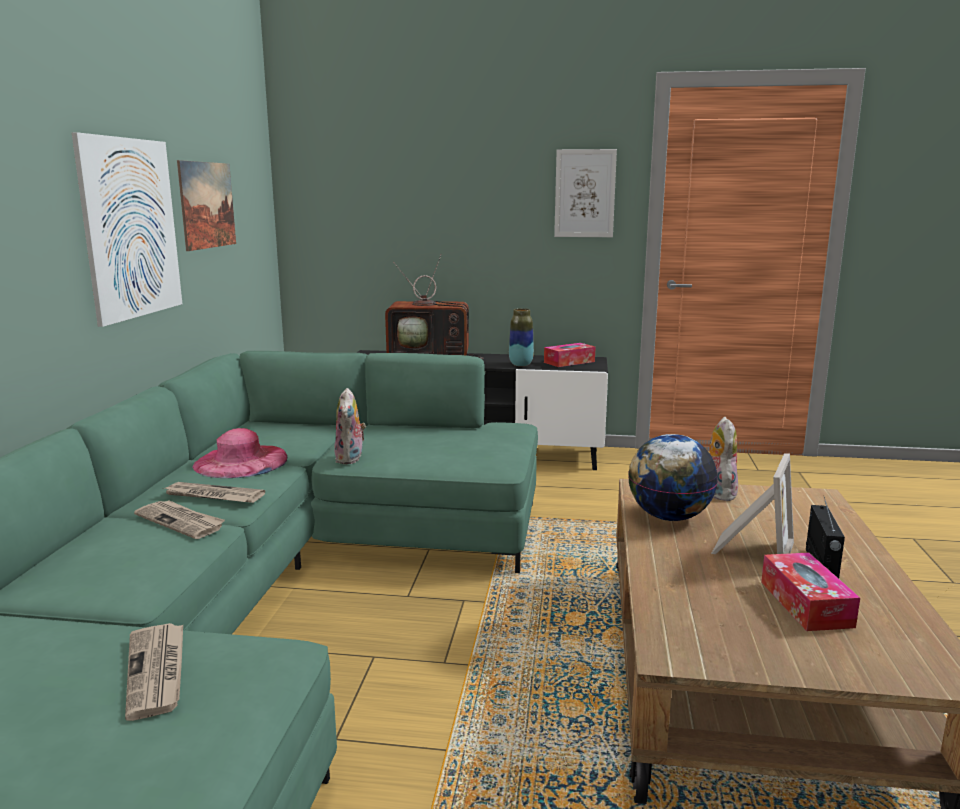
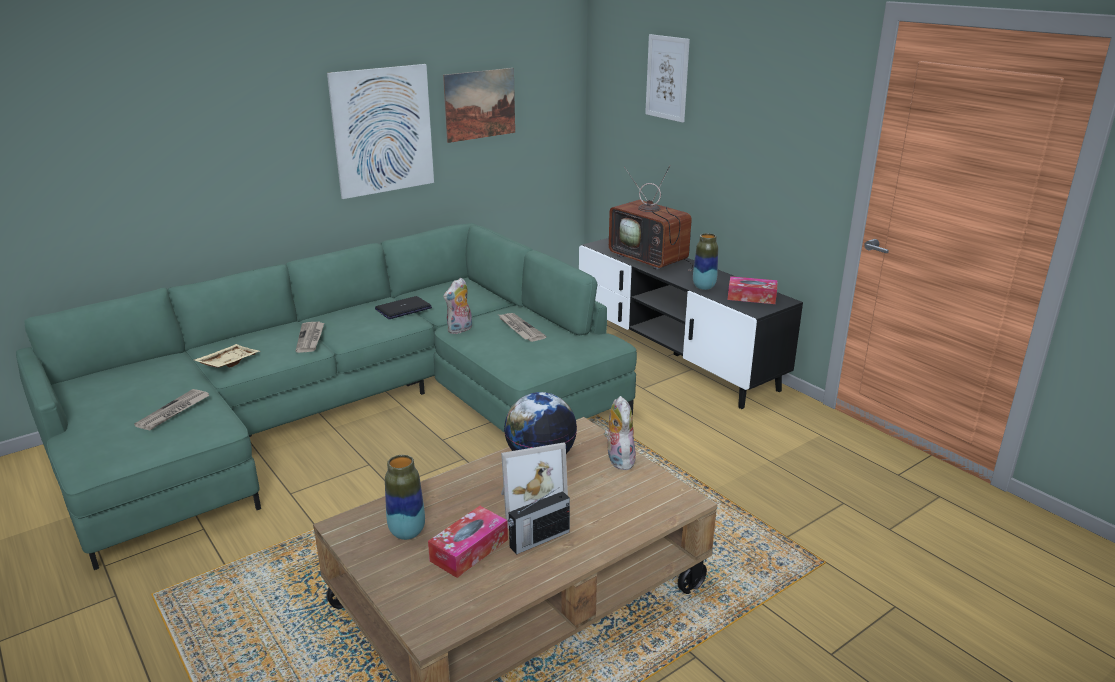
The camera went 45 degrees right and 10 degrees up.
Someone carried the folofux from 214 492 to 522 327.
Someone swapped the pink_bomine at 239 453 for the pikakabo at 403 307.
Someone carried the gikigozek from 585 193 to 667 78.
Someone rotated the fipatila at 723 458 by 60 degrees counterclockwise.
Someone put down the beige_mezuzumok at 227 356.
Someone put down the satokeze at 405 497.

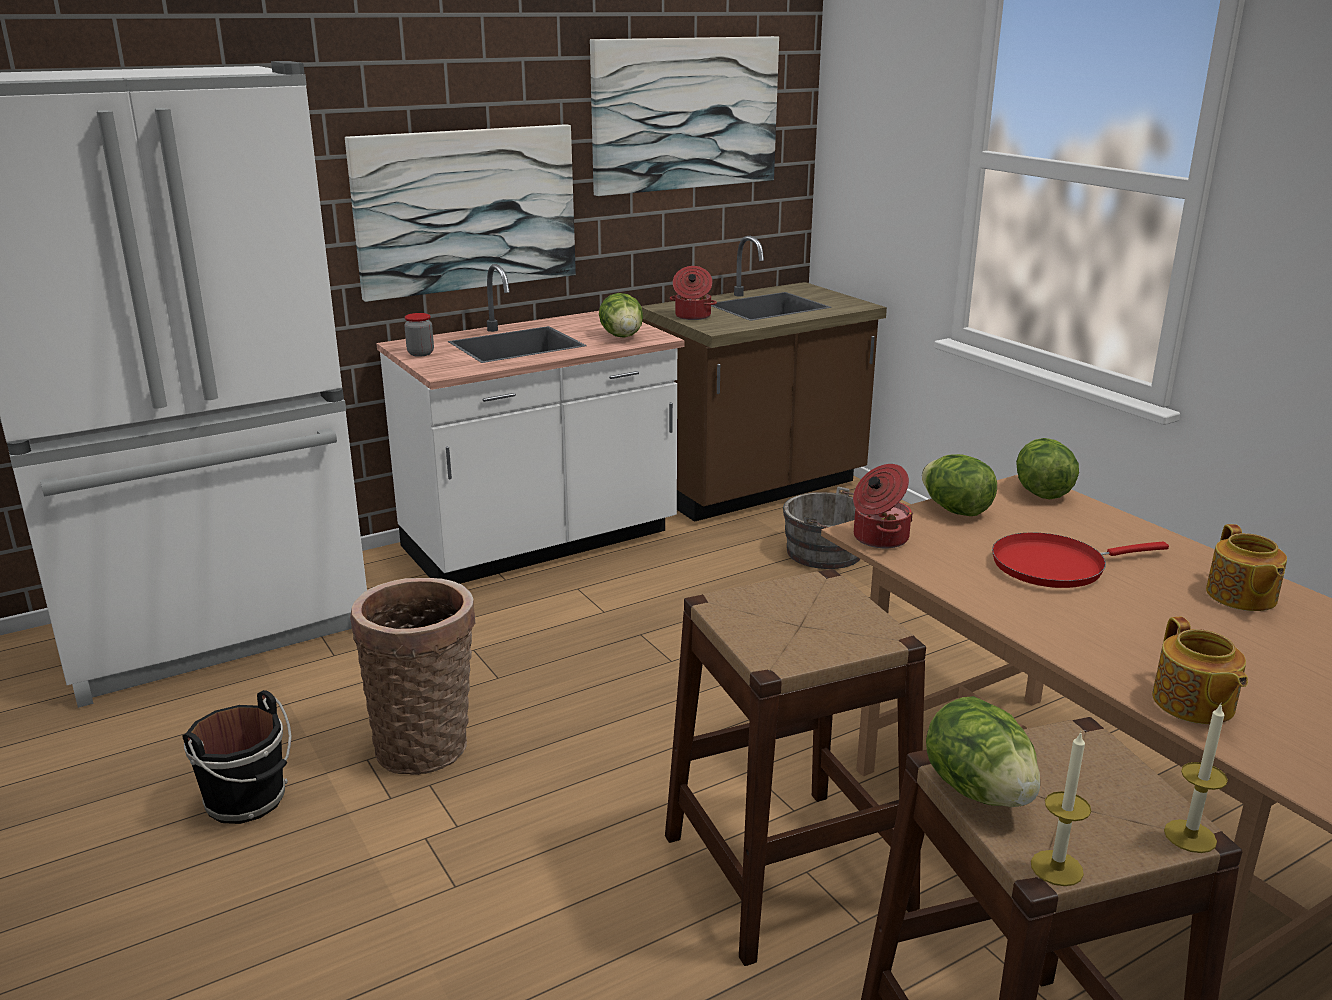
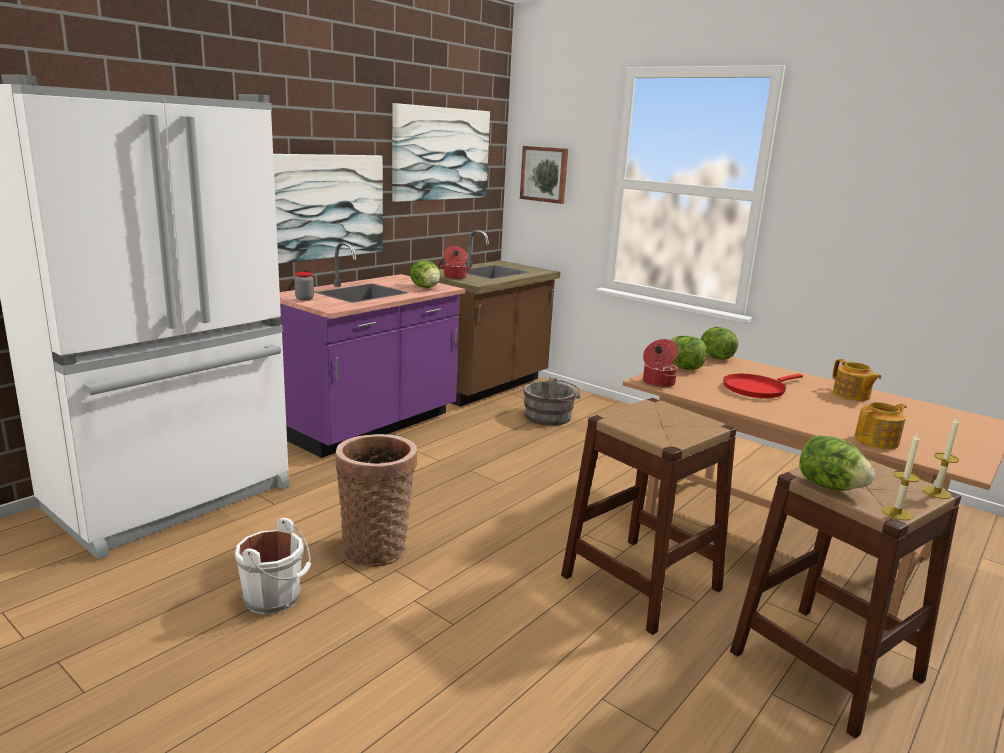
The camera went 20 degrees left and 5 degrees down.
Someone repainted the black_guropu at 237 757, which became the white_guropu at 273 566.
Someone repainted the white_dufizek at 530 424, which became the purple_dufizek at 372 350.
Someone rotated the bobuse at 1200 670 by 90 degrees counterclockwise.
Someone put up the gikigozek at 544 175.

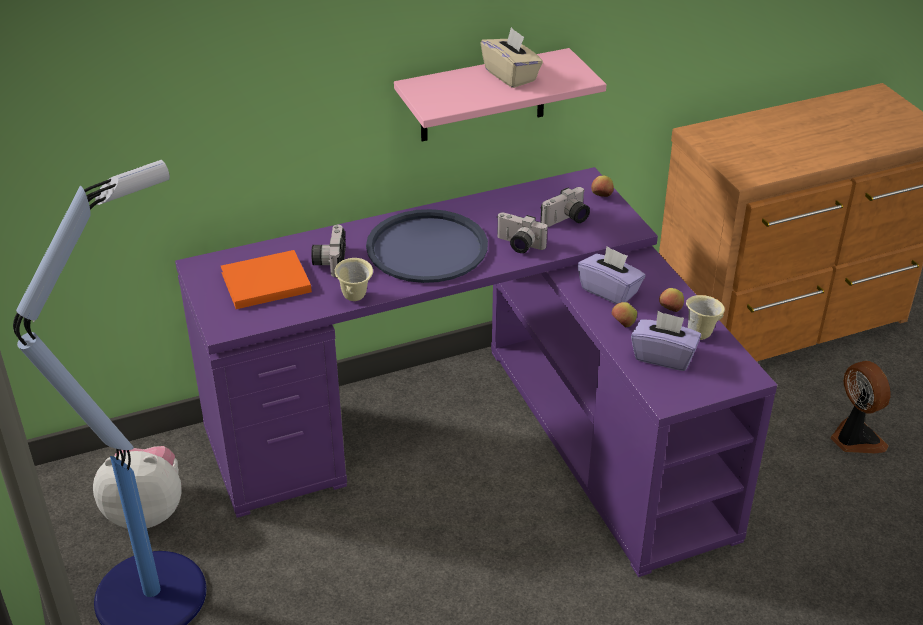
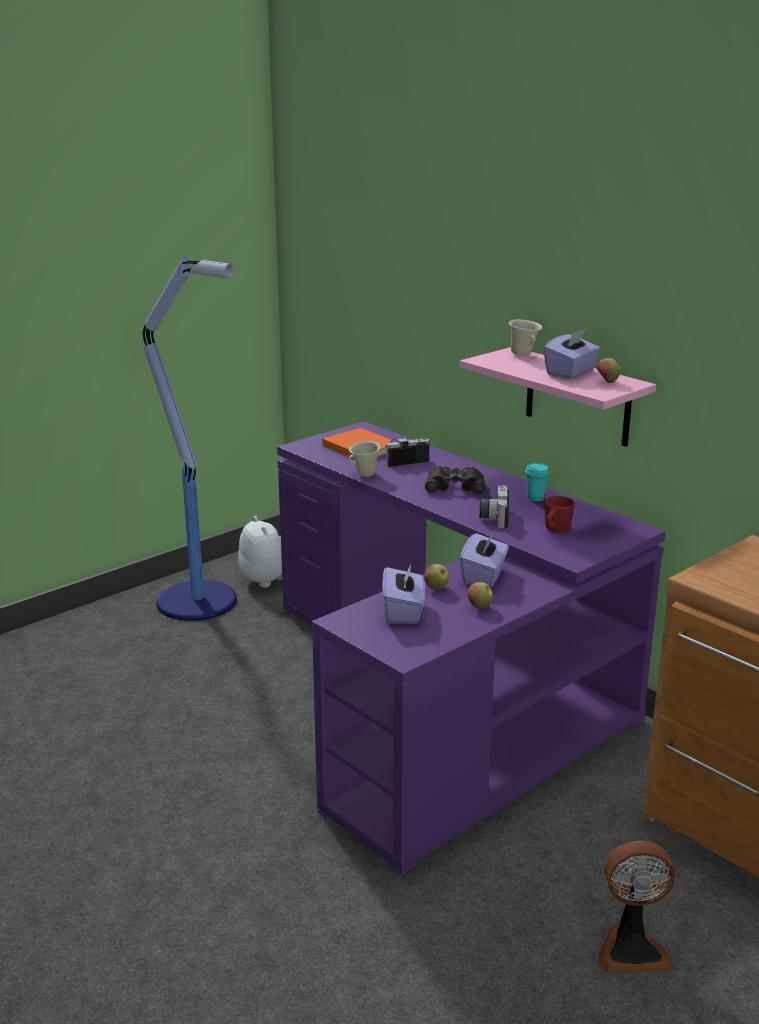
The camera went 70 degrees right and 15 degrees down.
Someone swapped the blue_mezuzumok at 427 246 for the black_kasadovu at 455 480.
Someone repainted the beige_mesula at 511 57, which became the purple_mesula at 572 353.
Someone swapped the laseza at 565 207 for the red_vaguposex at 559 514.
Someone carried the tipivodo from 602 186 to 608 370.
Someone carried the beige_vaguposex from 705 317 to 525 338.
Someone rotated the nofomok at 861 407 by 45 degrees clockwise.
Someone put down the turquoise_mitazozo at 537 482.

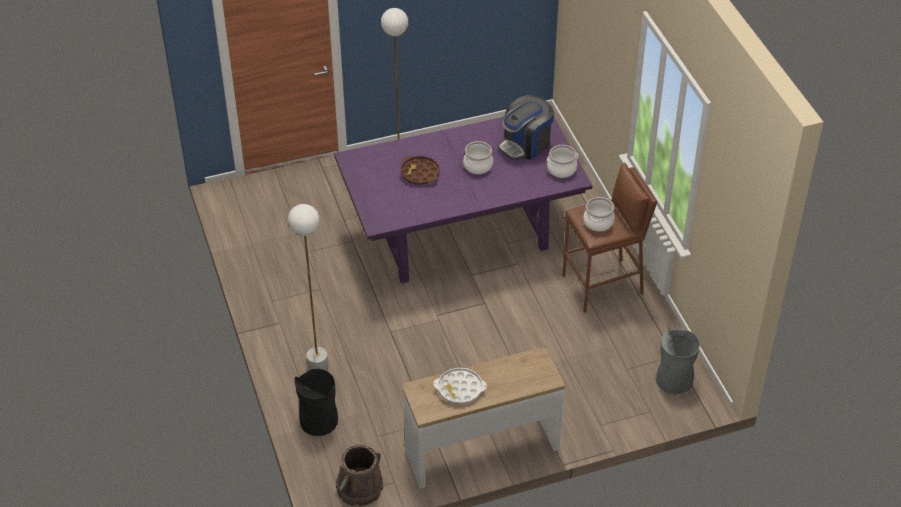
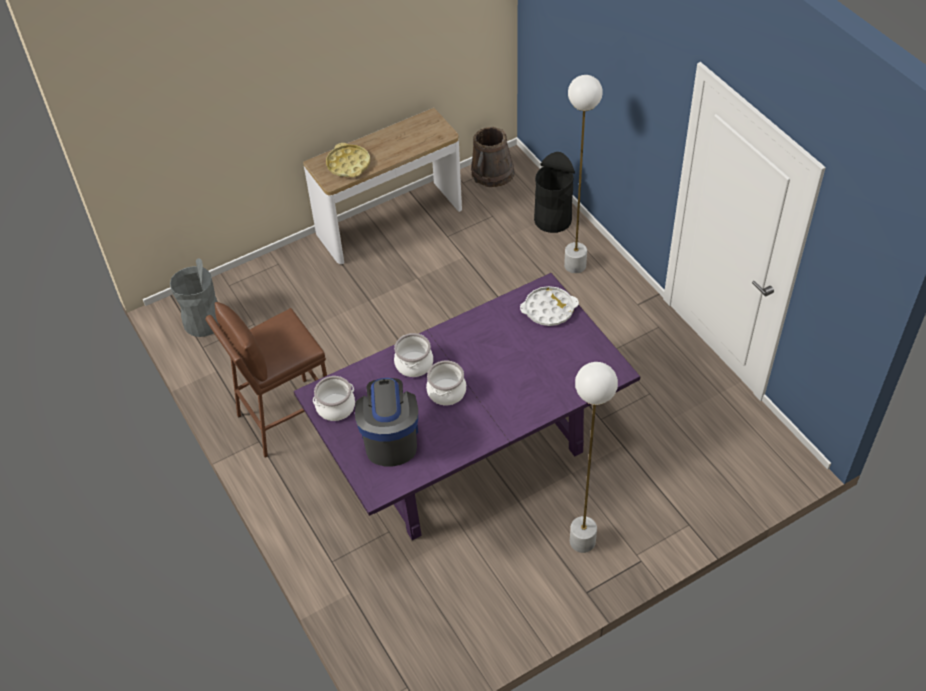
The camera went 170 degrees right and 5 degrees up.
Someone took away the brown_mezuzumok at 420 170.
Someone carried the white_mezuzumok from 460 386 to 549 306.
Someone rotated the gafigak at 526 127 by 45 degrees counterclockwise.
Someone carried the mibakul from 599 214 to 413 355.
Someone put down the yellow_mezuzumok at 348 160.

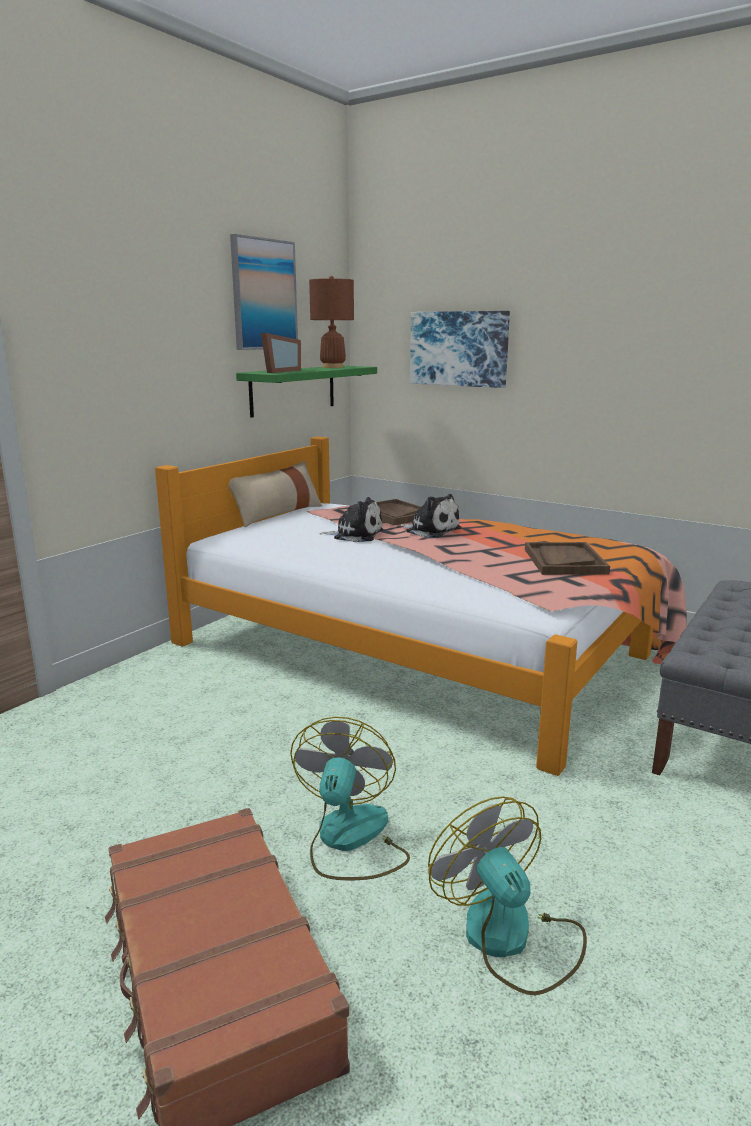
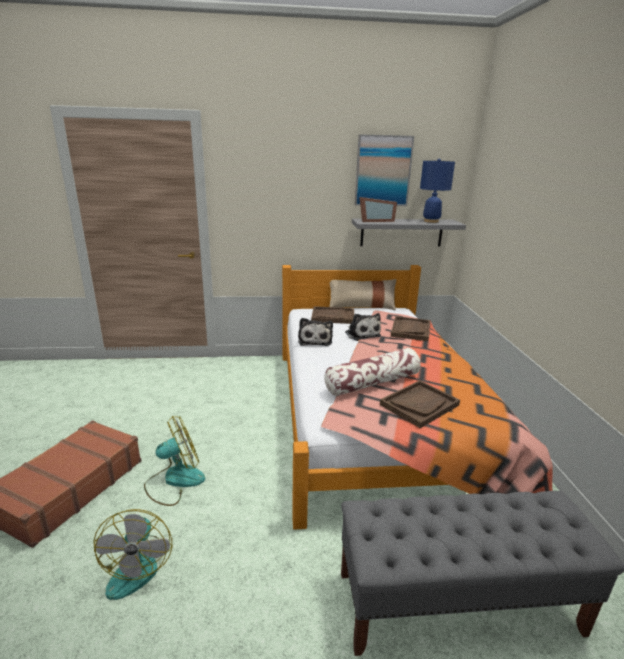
The camera went 50 degrees right and 5 degrees up.
Someone repainted the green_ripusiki at 306 391, which became the grey_ripusiki at 409 233.
Someone repainted the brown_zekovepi at 331 322, which became the blue_zekovepi at 437 191.
Someone carried the fipatila from 429 516 to 315 332.
Someone took away the gikigozek at 460 349.
Someone rotated the nofomok at 507 895 by 150 degrees clockwise.
Someone put down the brown_mezuzumok at 332 315.
Someone put down the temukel at 372 372.

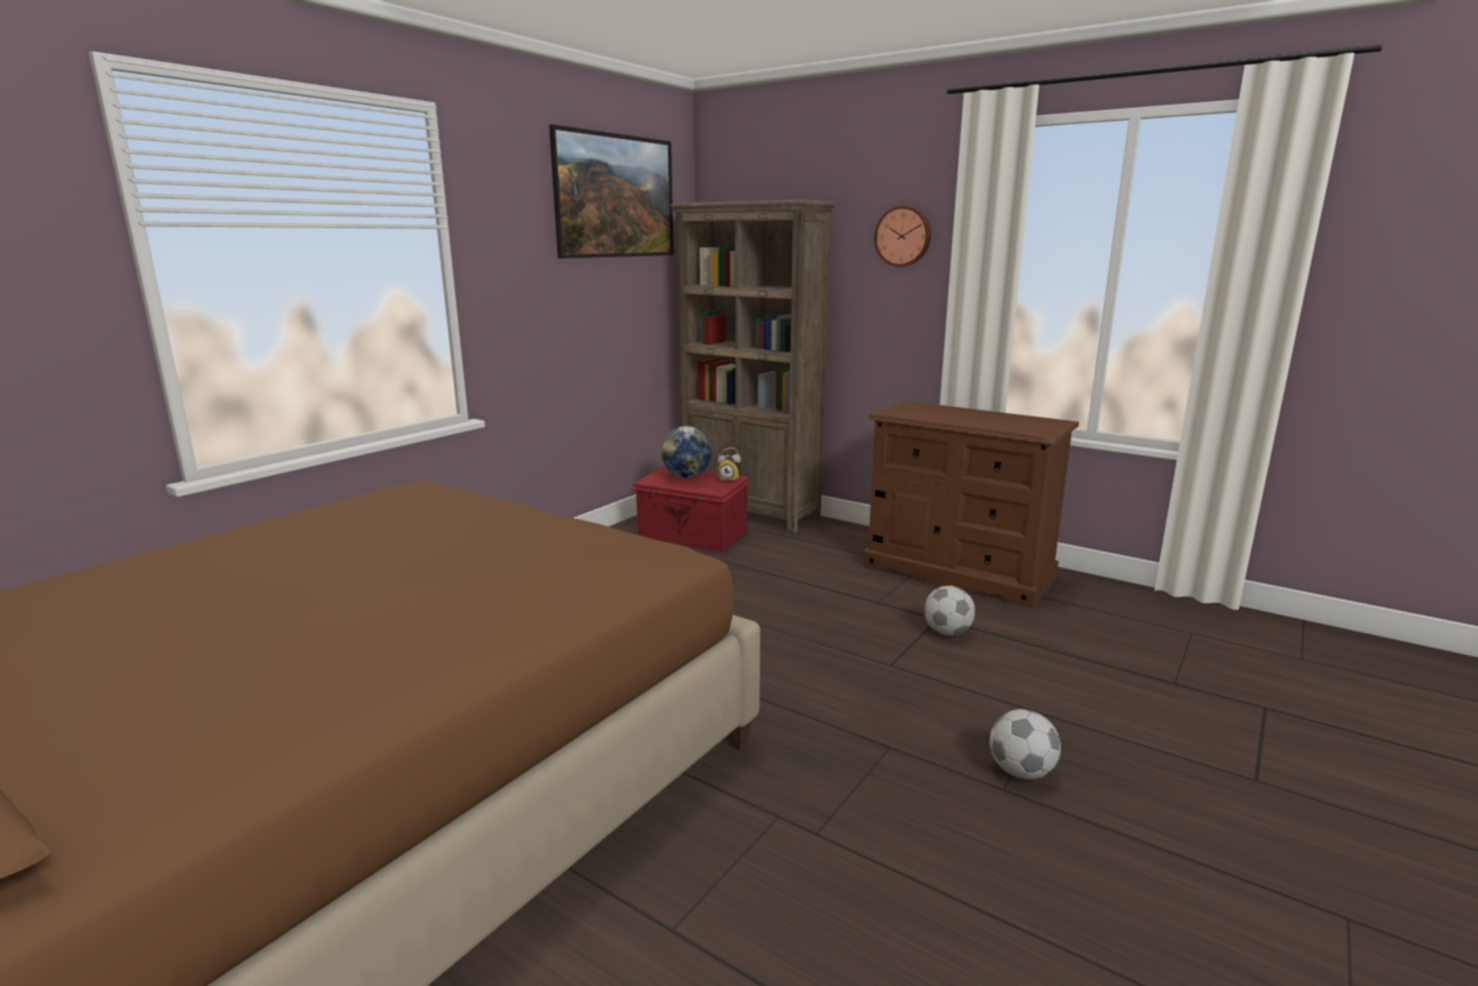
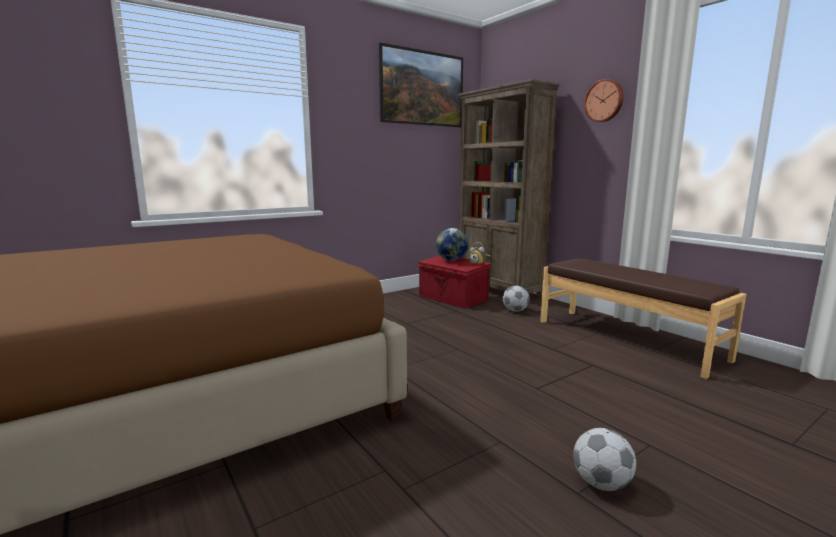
The camera went 20 degrees right and 5 degrees down.
Someone swapped the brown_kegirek at 971 505 for the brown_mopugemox at 643 318.
Someone carried the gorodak from 949 611 to 516 299.

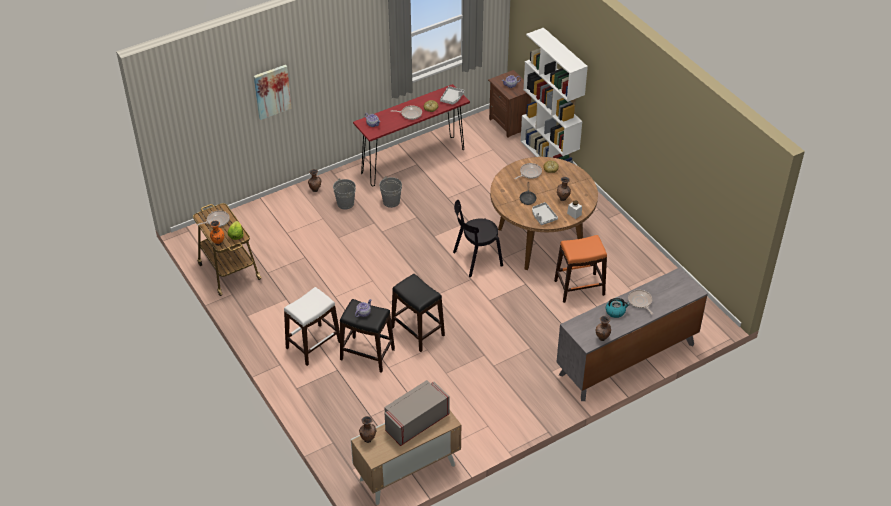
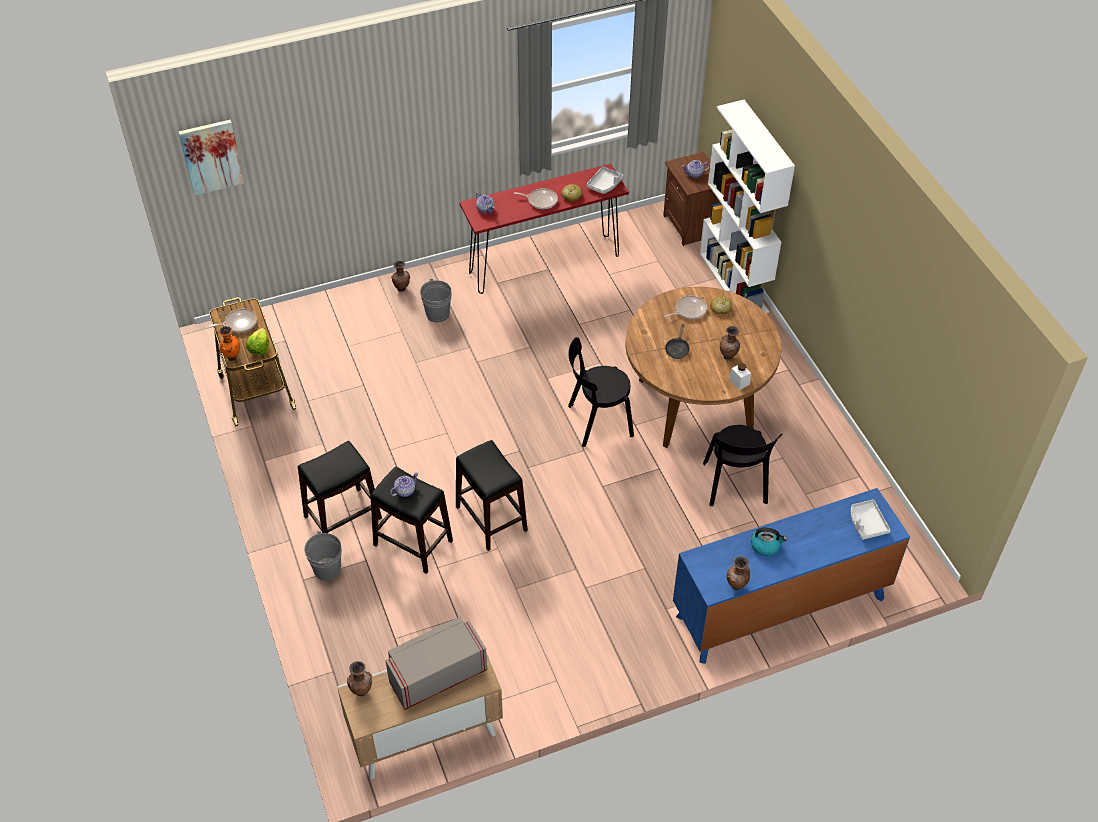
The camera went 10 degrees right and 5 degrees up.
Someone carried the gikigozek from 273 92 to 211 157.
Someone repainted the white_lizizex at 312 326, which became the black_lizizex at 340 487.
Someone carried the grey_guropu from 390 192 to 323 556.
Someone carried the grey_mezuzumok from 545 213 to 871 519.
Someone swapped the orange_lizizex at 580 269 for the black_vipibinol at 743 465.
Someone repainted the grey_kegirek at 632 334, which became the blue_kegirek at 791 576.
Someone took away the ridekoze at 640 302.

